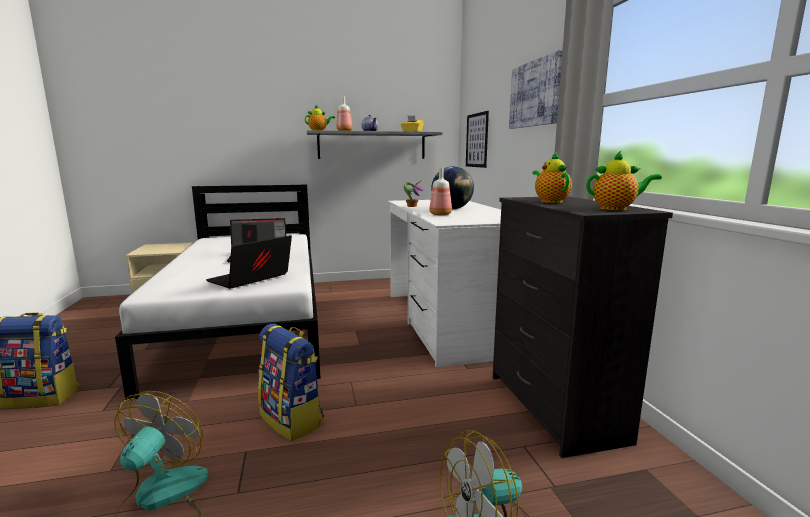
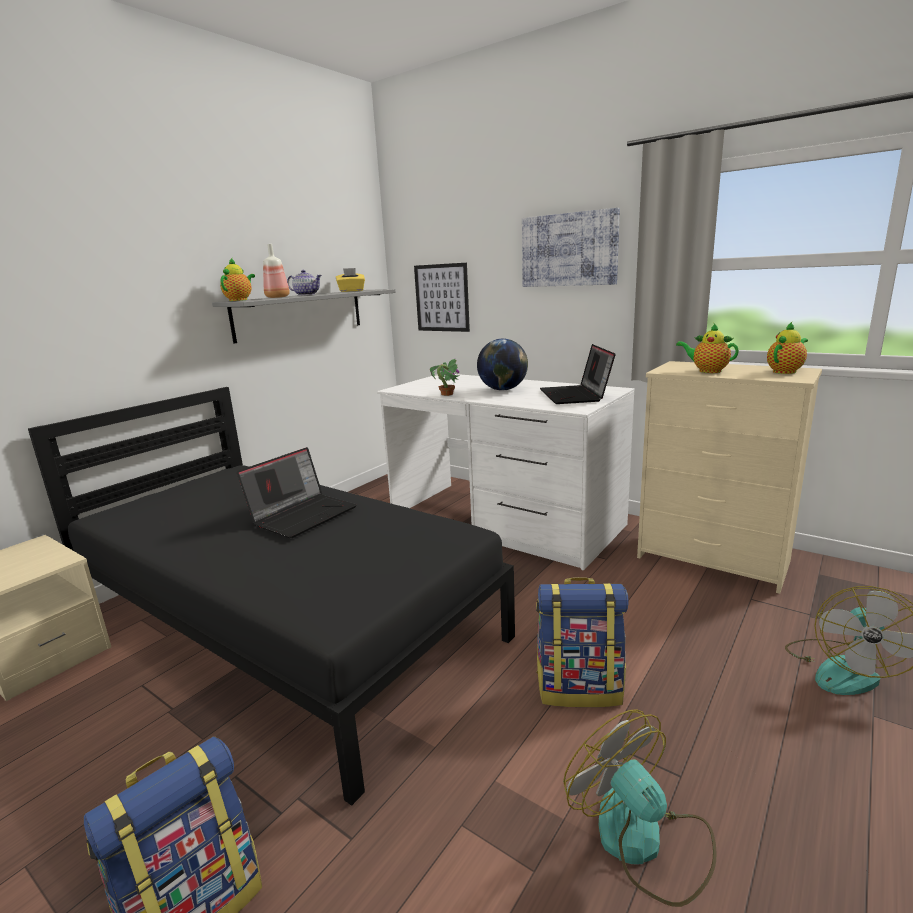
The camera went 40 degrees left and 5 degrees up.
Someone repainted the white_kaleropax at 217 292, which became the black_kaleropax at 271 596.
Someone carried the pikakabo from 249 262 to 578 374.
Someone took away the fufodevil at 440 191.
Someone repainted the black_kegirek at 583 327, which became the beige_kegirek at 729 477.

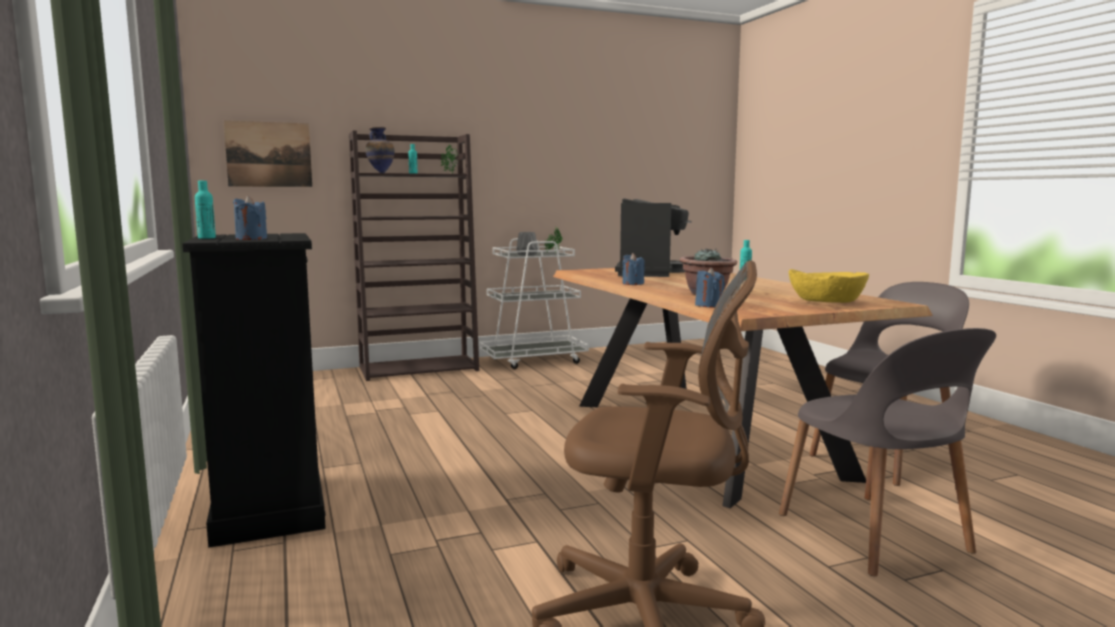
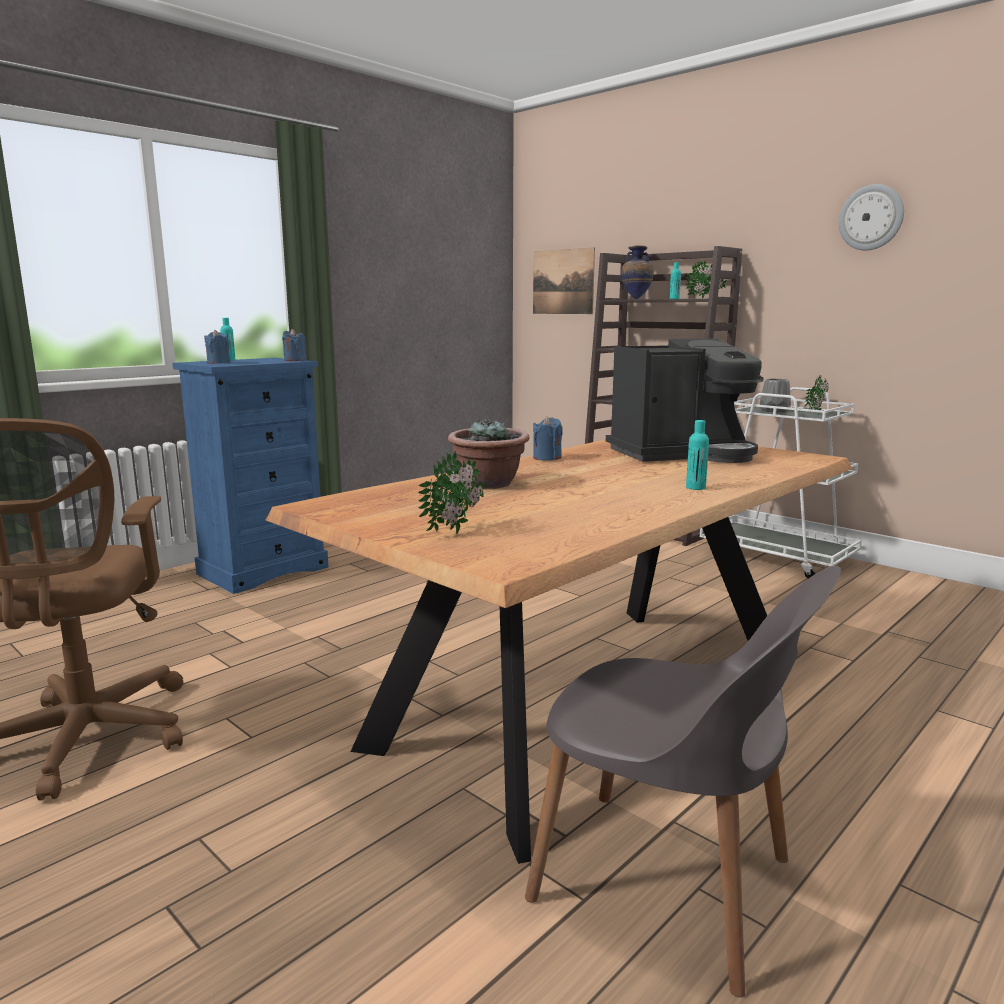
The camera went 65 degrees right and 5 degrees up.
Someone repainted the black_kegirek at 254 390, which became the blue_kegirek at 250 476.
Someone carried the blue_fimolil from 710 287 to 294 345.
Someone took away the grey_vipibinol at 887 452.
Someone swapped the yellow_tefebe at 829 286 for the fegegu at 452 492.
Someone put up the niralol at 871 217.

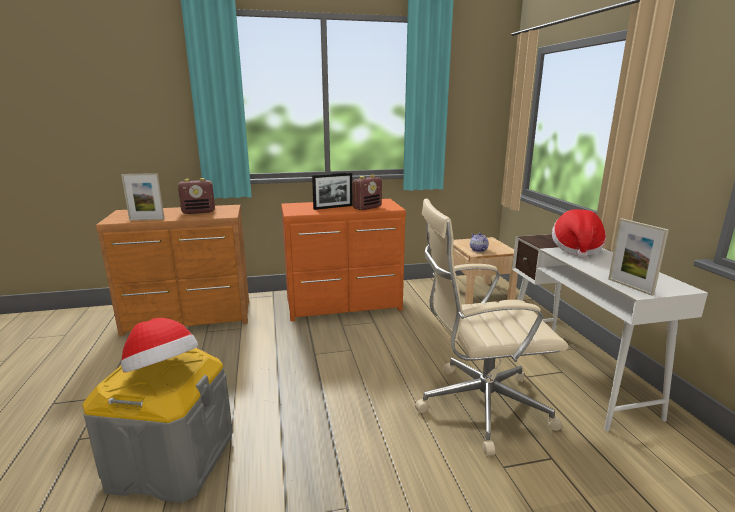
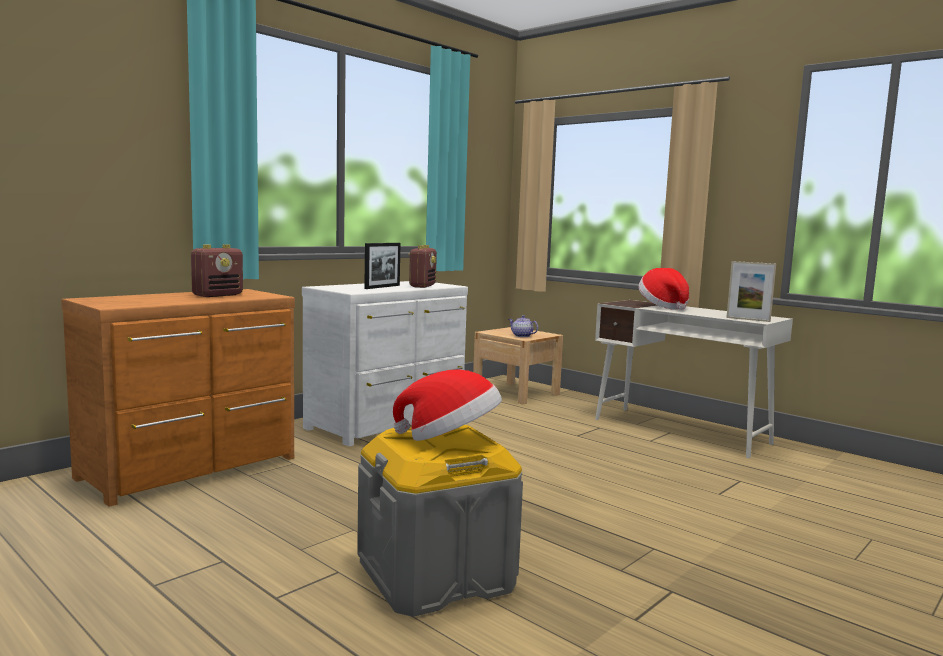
The camera went 35 degrees left and 10 degrees down.
Someone took away the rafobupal at 143 197.
Someone repainted the orange_kegirek at 343 260, which became the white_kegirek at 385 363.
Someone took away the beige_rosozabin at 491 327.

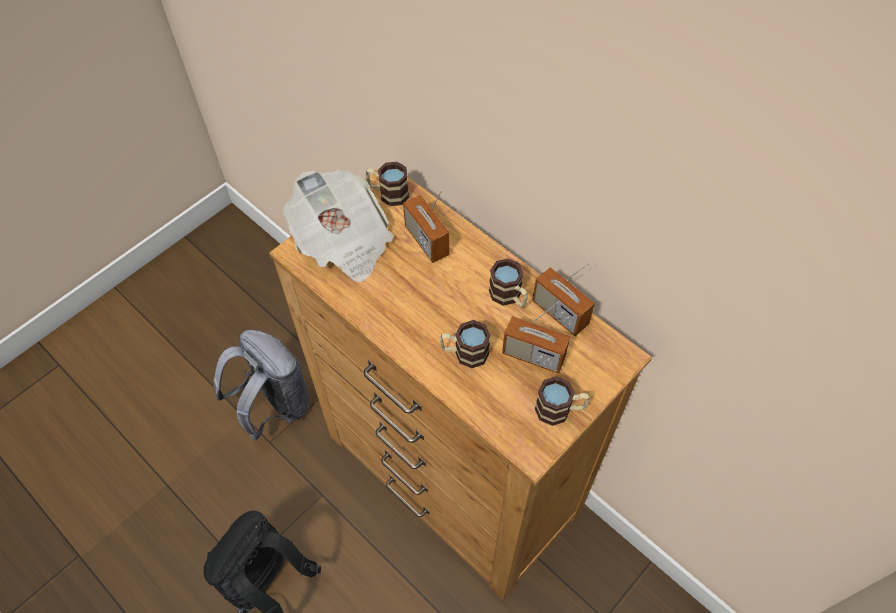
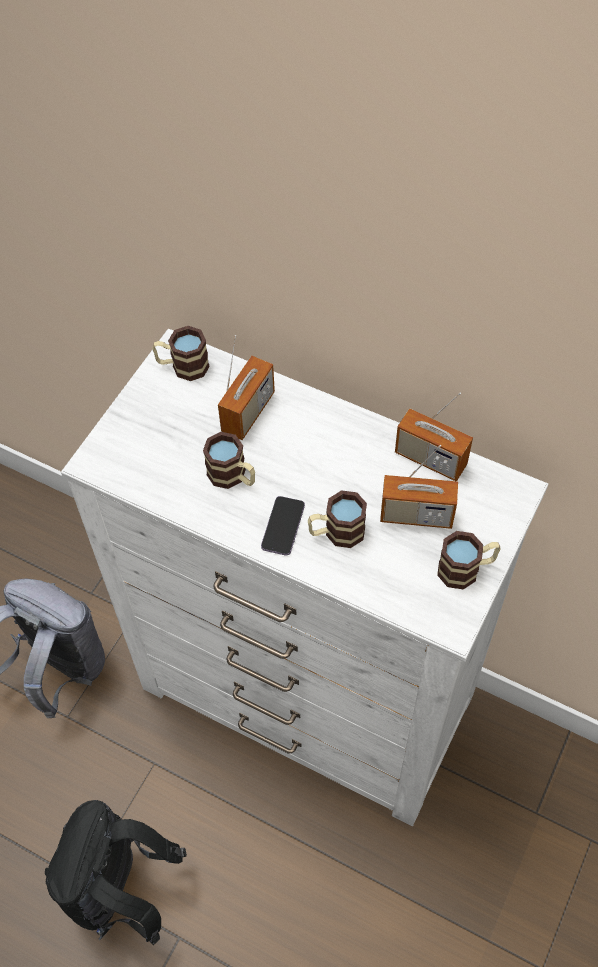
The camera went 15 degrees left and 0 degrees up.
Someone repainted the brown_kegirek at 460 381, which became the white_kegirek at 304 578.
Someone took away the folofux at 338 226.
Someone rotated the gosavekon at 426 226 by 105 degrees counterclockwise.
Someone carried the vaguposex from 508 283 to 229 460.
Someone put down the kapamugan at 283 525.

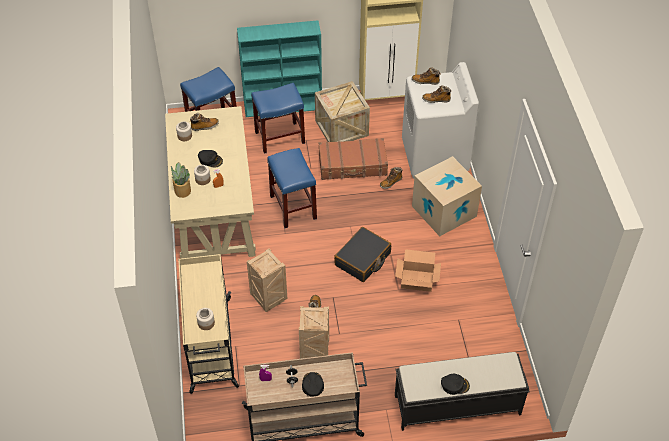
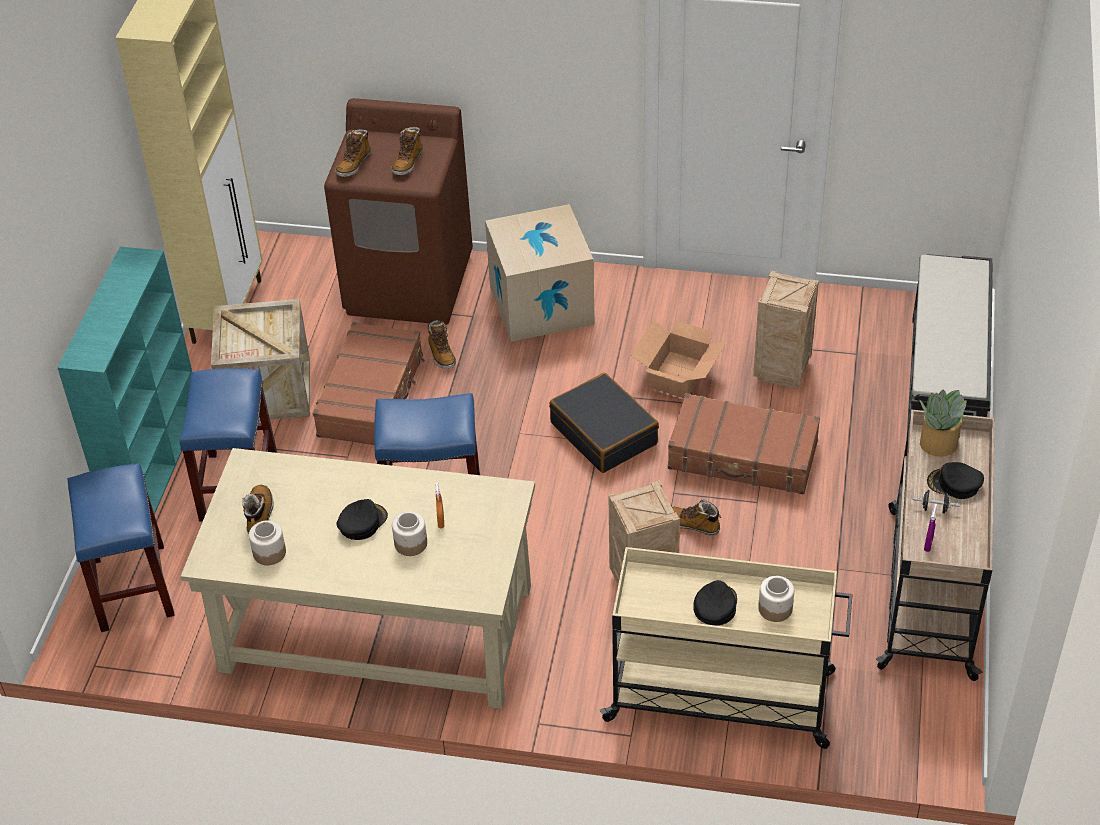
The camera went 70 degrees left and 5 degrees down.
Someone carried the fegegu from 181 180 to 943 423.
Someone carried the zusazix from 314 332 to 786 330.
Someone repainted the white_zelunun at 440 120, which became the brown_zelunun at 398 211.
Someone carried the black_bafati from 455 384 to 715 602.
Someone put down the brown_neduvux at 744 444.

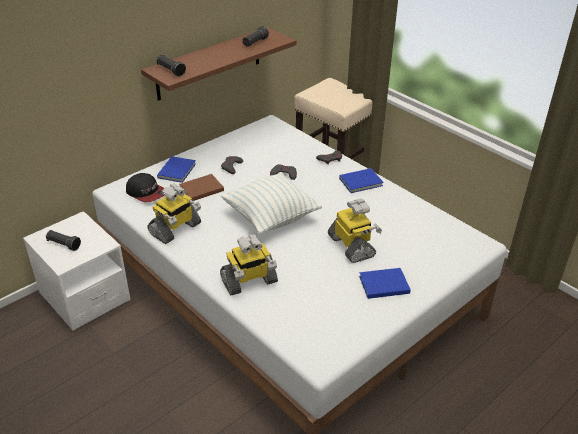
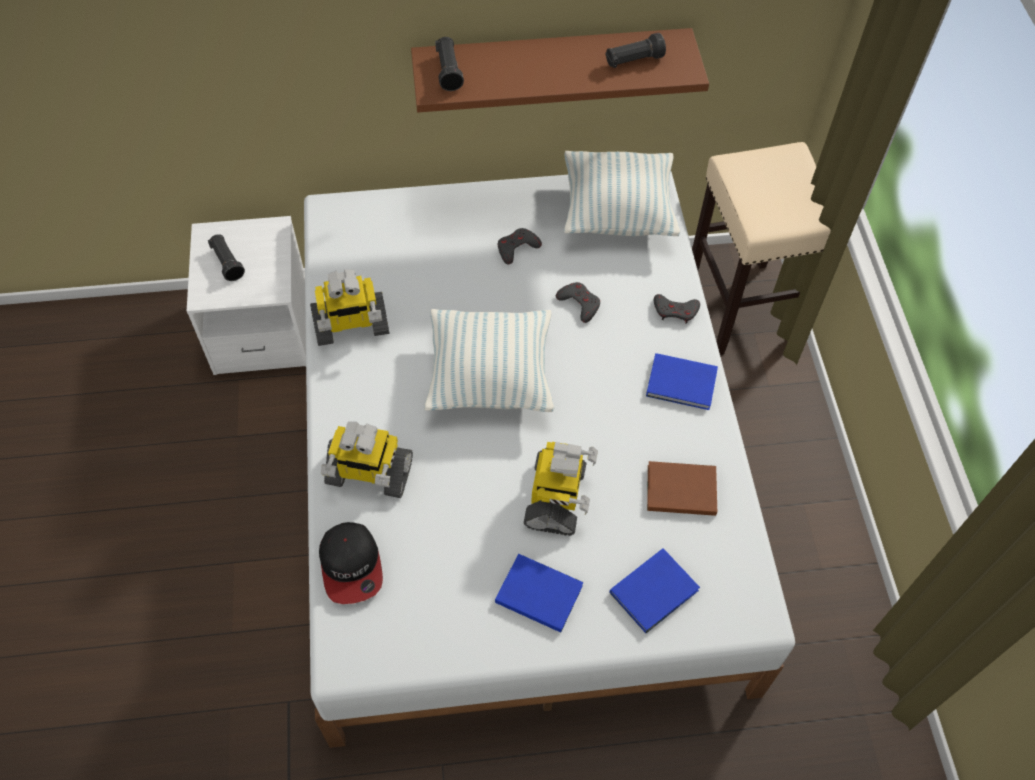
The camera went 35 degrees right and 20 degrees up.
Someone carried the bafati from 145 187 to 351 563.
Someone carried the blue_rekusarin from 176 169 to 655 590.
Someone carried the brown_rekusarin from 201 187 to 682 488.
Someone put down the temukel at 622 193.

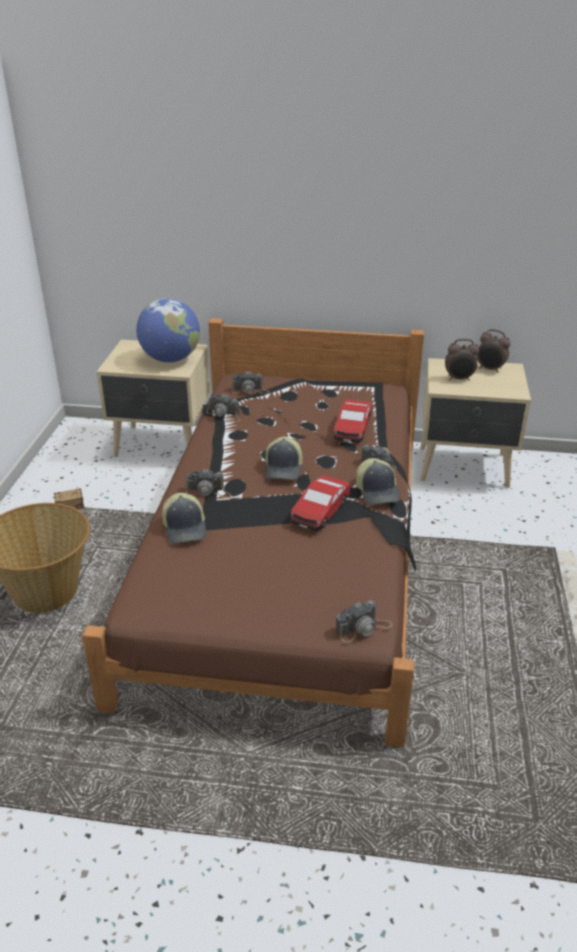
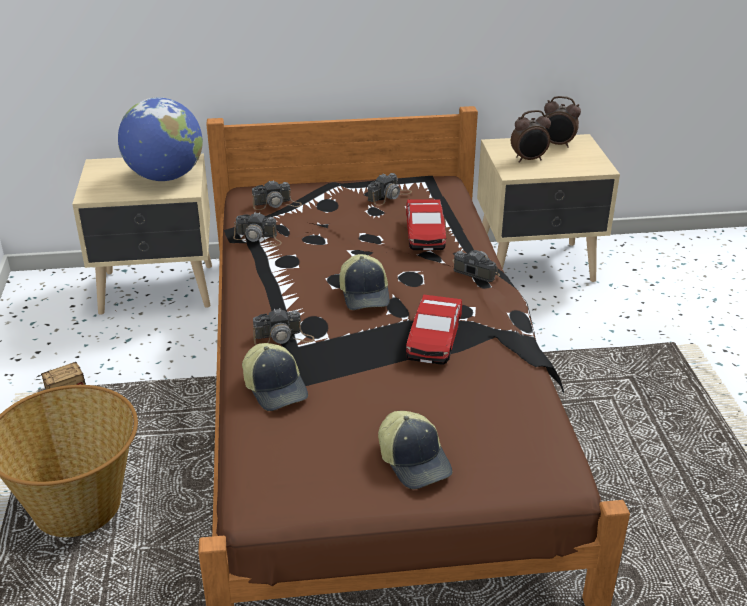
The camera went 15 degrees left and 0 degrees up.
Someone carried the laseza from 364 621 to 390 189.
Someone carried the bafati from 378 481 to 415 450.

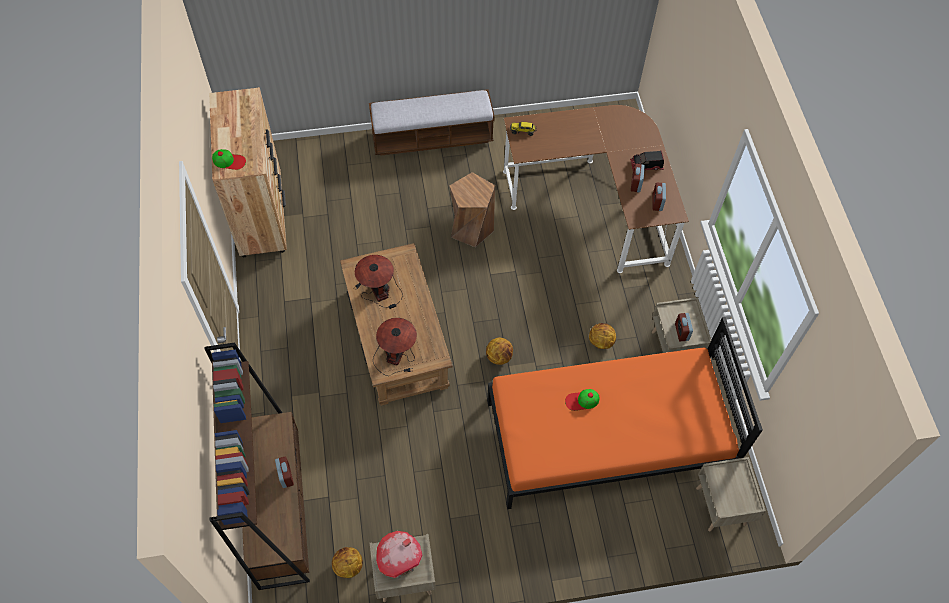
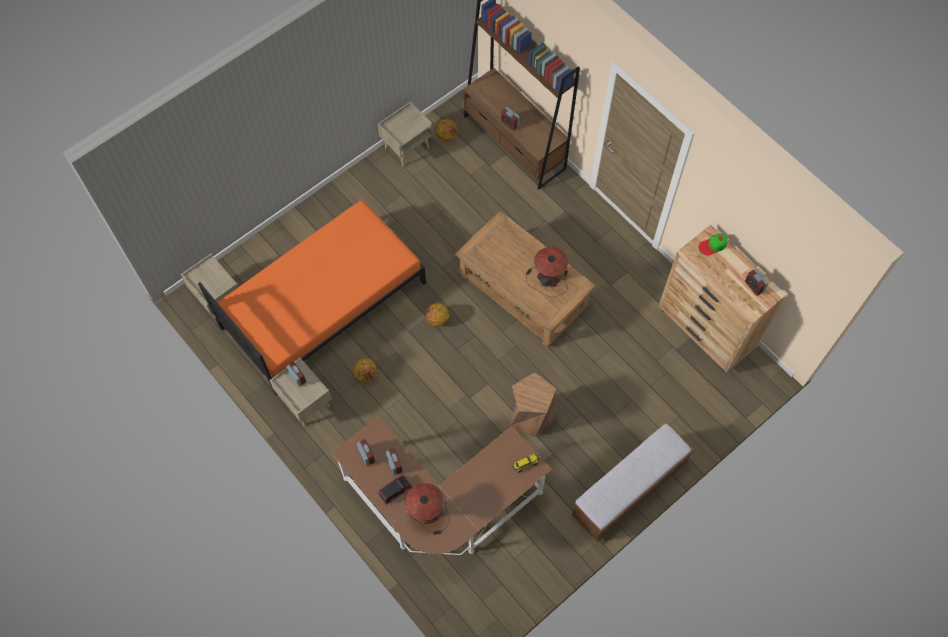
The camera went 150 degrees right and 5 degrees up.
Someone carried the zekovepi from 395 347 to 427 508.
Someone took away the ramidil at 399 555.
Someone took away the bafati at 582 400.
Someone put down the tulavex at 756 282.

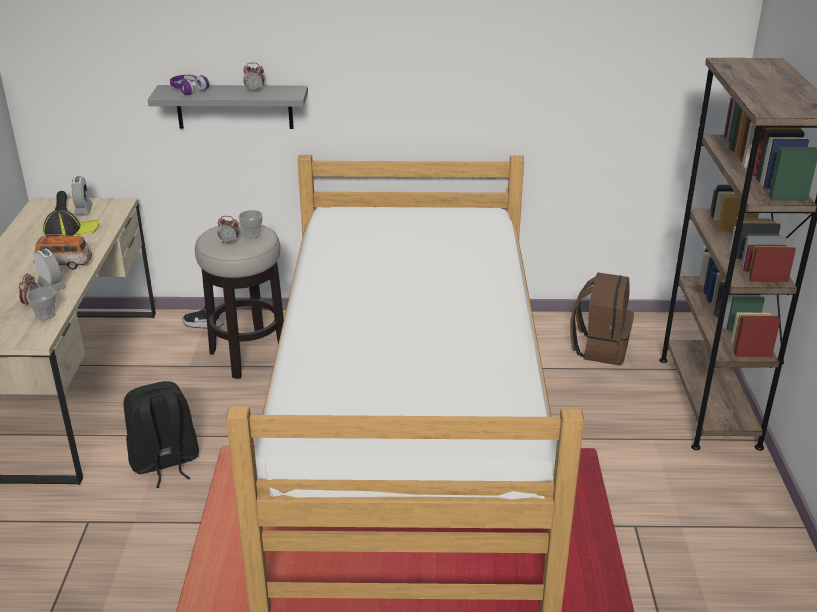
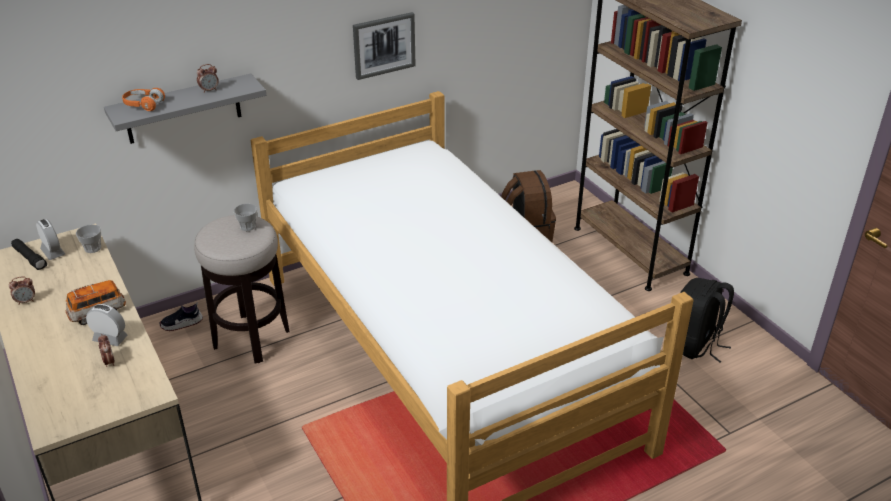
The camera went 30 degrees left and 5 degrees up.
Someone carried the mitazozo from 41 303 to 88 238.
Someone took away the bafati at 71 222.
Someone carried the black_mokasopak from 161 434 to 707 320.
Someone repainted the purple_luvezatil at 189 85, which became the orange_luvezatil at 143 99.
Someone carried the tulavex from 228 229 to 22 290.
Someone put up the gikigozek at 384 46.

